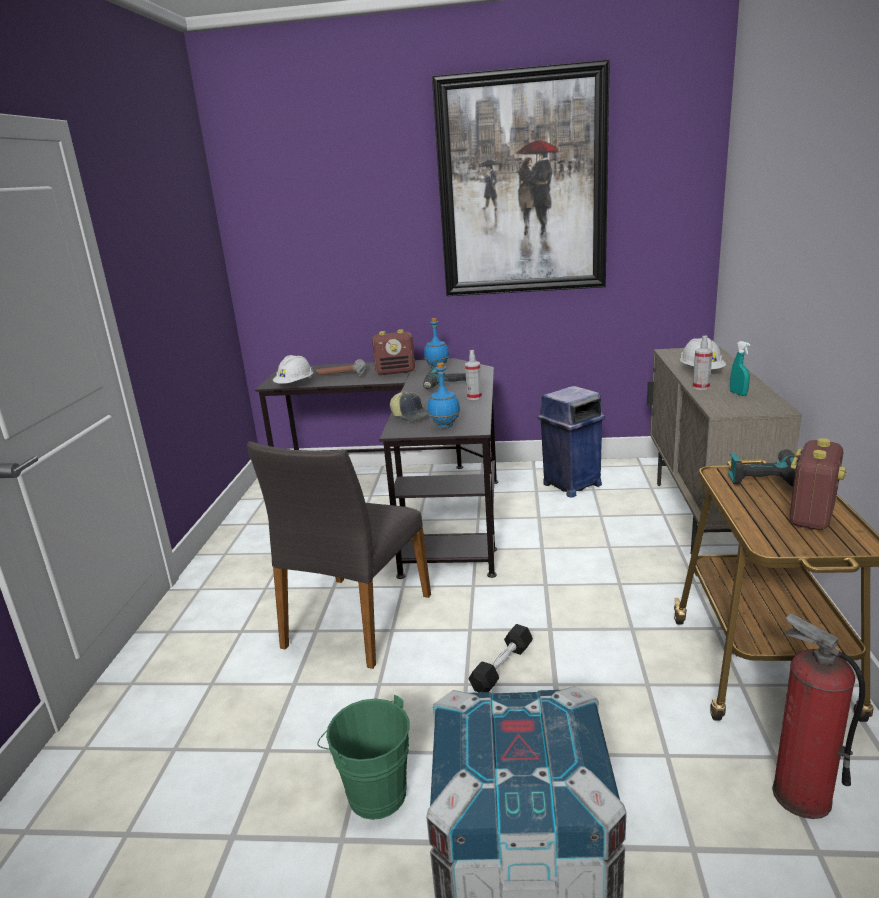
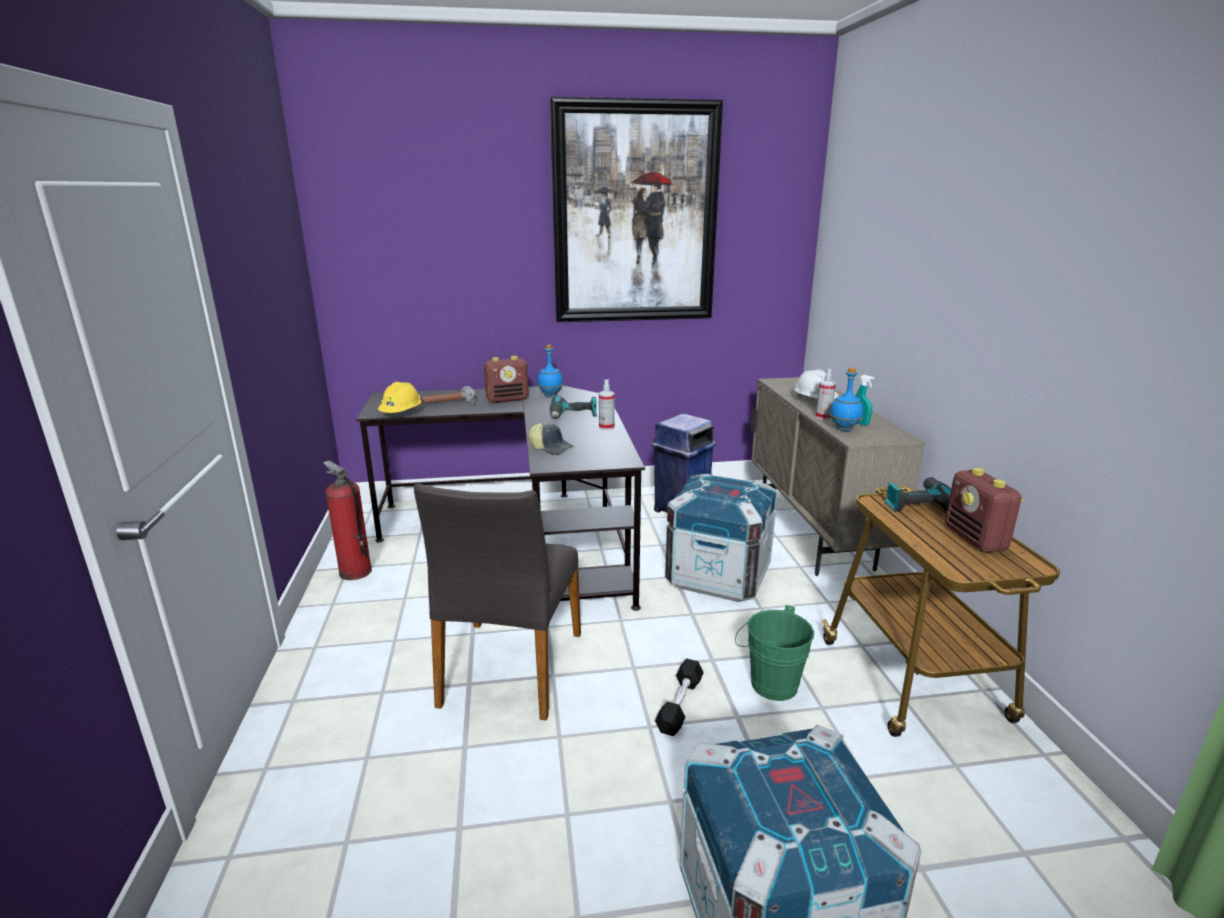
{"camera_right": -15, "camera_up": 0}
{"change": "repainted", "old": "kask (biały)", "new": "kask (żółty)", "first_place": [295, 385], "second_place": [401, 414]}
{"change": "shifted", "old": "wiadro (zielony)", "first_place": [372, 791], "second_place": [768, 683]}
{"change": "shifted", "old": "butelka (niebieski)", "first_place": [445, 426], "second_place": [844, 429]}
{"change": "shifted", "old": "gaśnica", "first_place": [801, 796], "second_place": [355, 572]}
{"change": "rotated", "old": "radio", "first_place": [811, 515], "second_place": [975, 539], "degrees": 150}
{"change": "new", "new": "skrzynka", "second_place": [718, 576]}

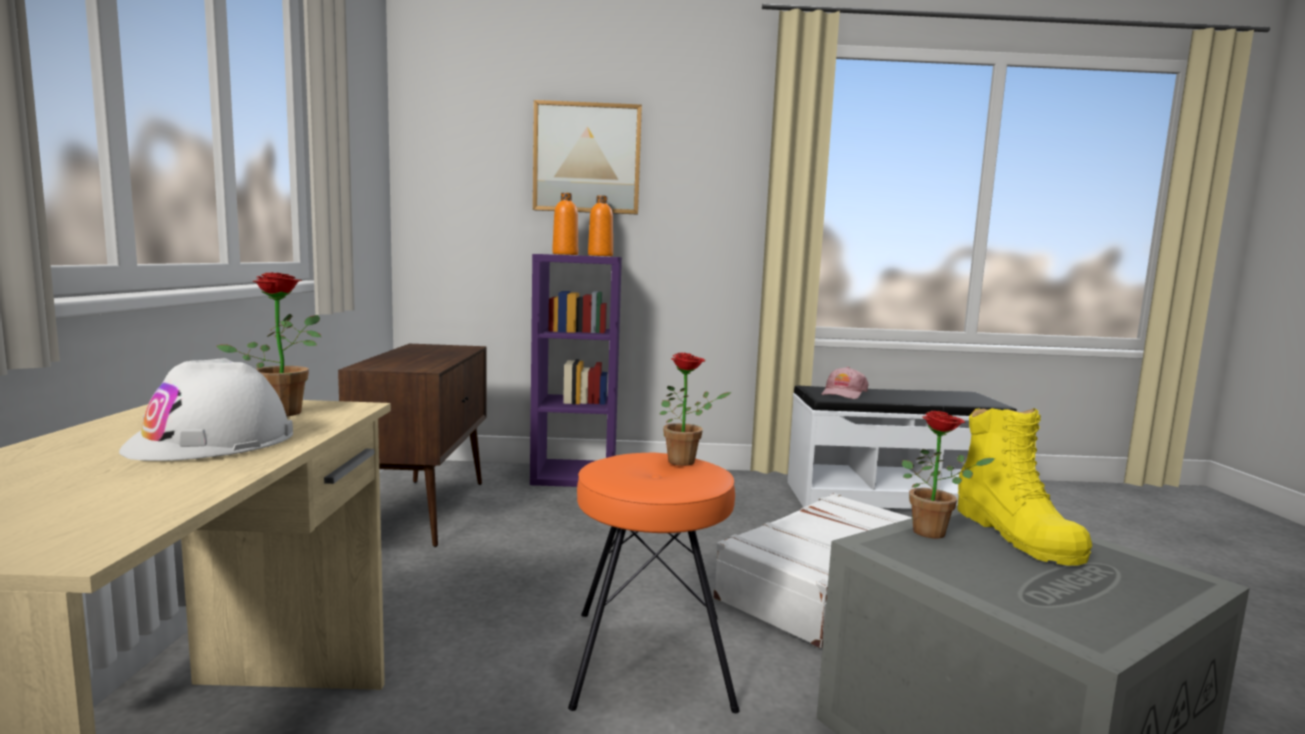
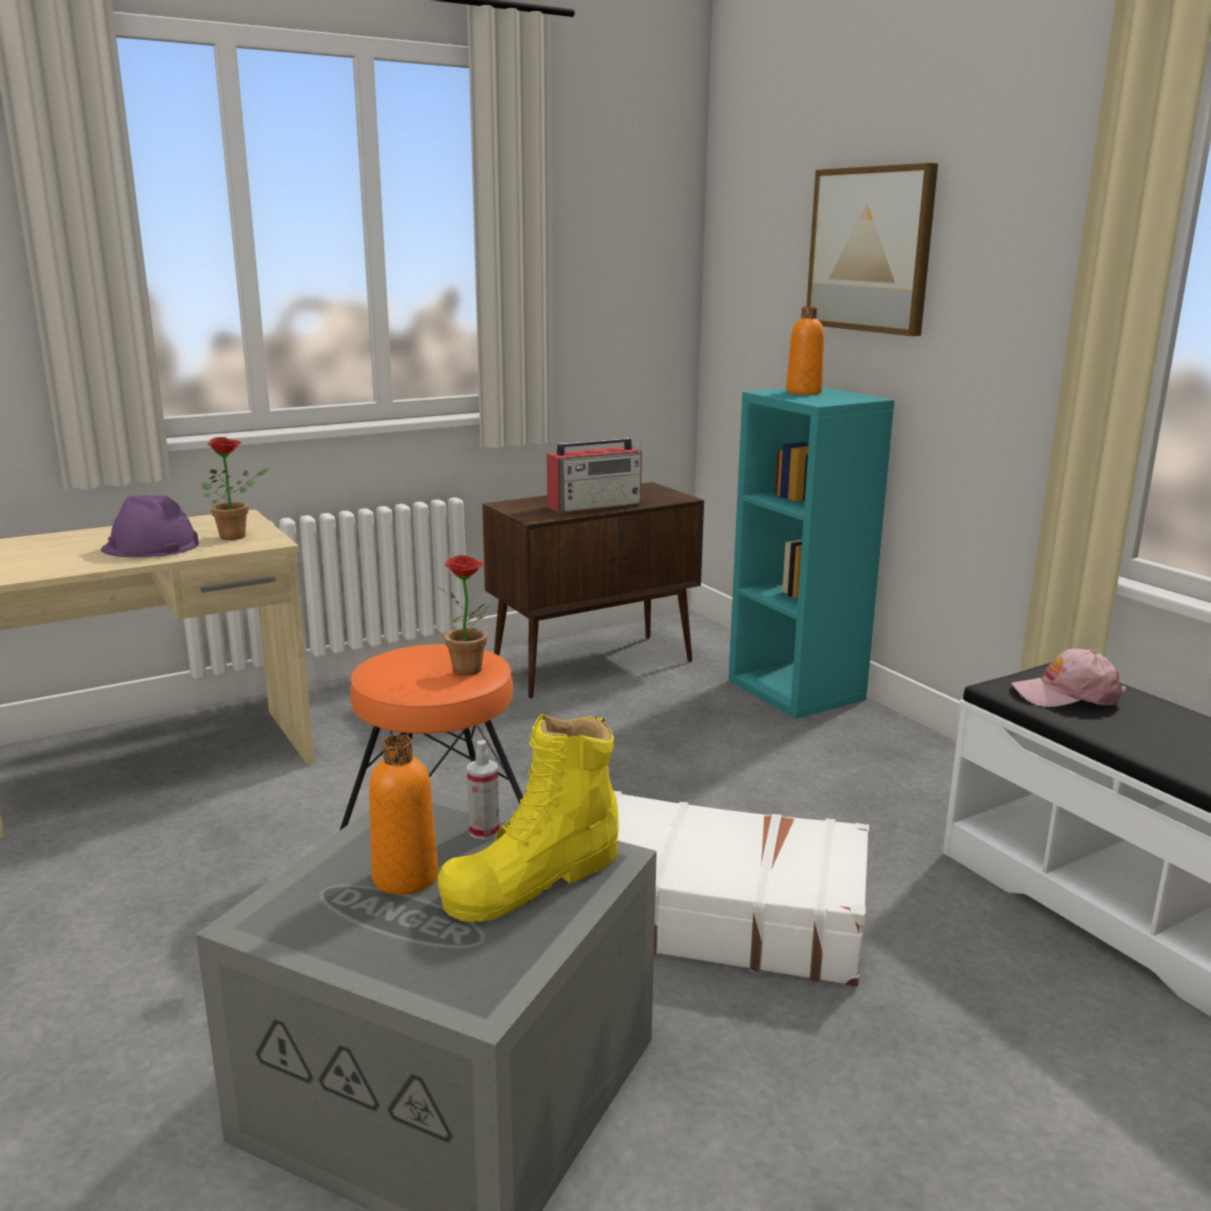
{"camera_right": 60, "camera_up": 10}
{"change": "repainted", "old": "kask (biały)", "new": "kask (fioletowy)", "first_place": [212, 441], "second_place": [150, 546]}
{"change": "repainted", "old": "regał (fioletowy)", "new": "regał (turkusowy)", "first_place": [575, 475], "second_place": [797, 690]}
{"change": "shifted", "old": "butelka (pomarańczowy)", "first_place": [600, 255], "second_place": [405, 877]}
{"change": "swapped", "old": "roślina doniczkowa", "new": "spryskiwacz", "first_place": [935, 532], "second_place": [484, 831]}
{"change": "new", "new": "radio", "second_place": [596, 505]}

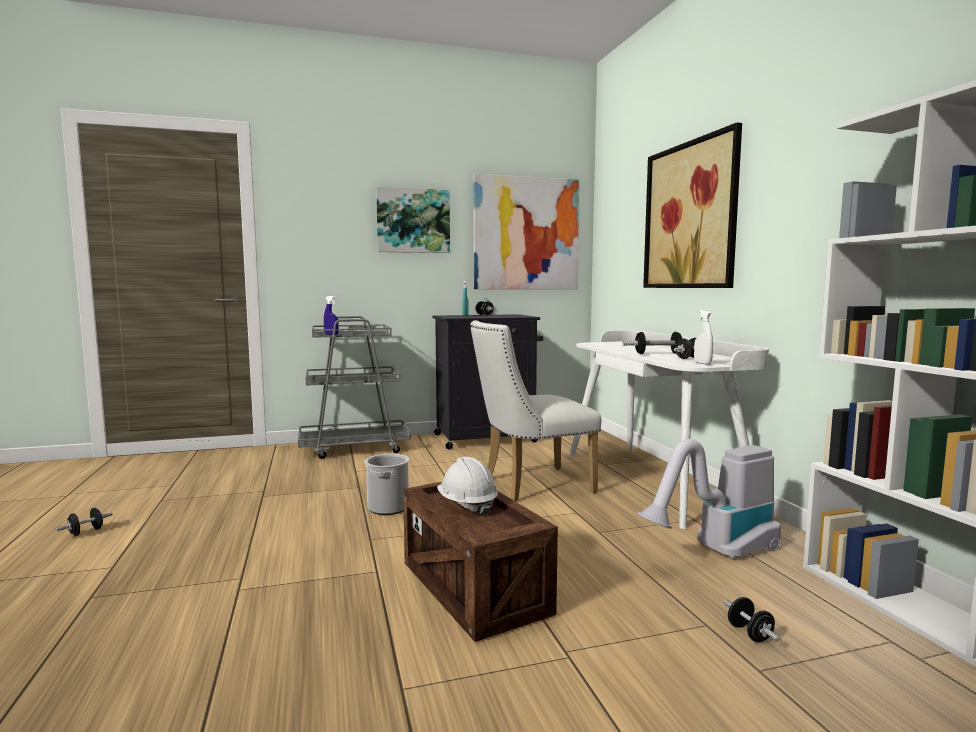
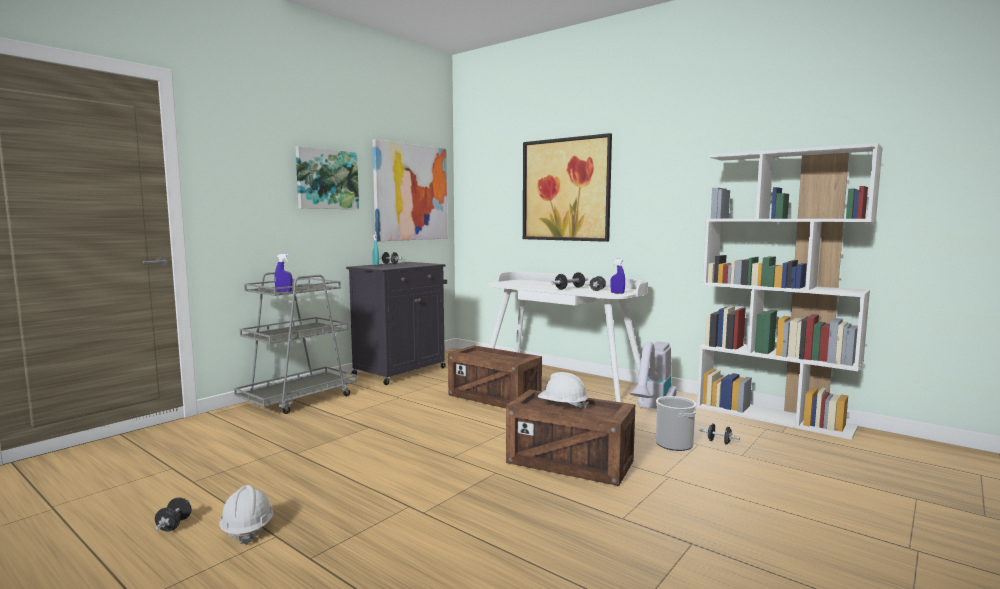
{"camera_right": -35, "camera_up": 0}
{"change": "shifted", "old": "wiadro", "first_place": [388, 507], "second_place": [674, 444]}
{"change": "swapped", "old": "krzesło (biały)", "new": "skrzynka", "first_place": [530, 485], "second_place": [494, 398]}
{"change": "repainted", "old": "spryskiwacz (biały)", "new": "spryskiwacz (niebieski)", "first_place": [702, 363], "second_place": [617, 293]}
{"change": "new", "new": "kask (biały)", "second_place": [247, 529]}

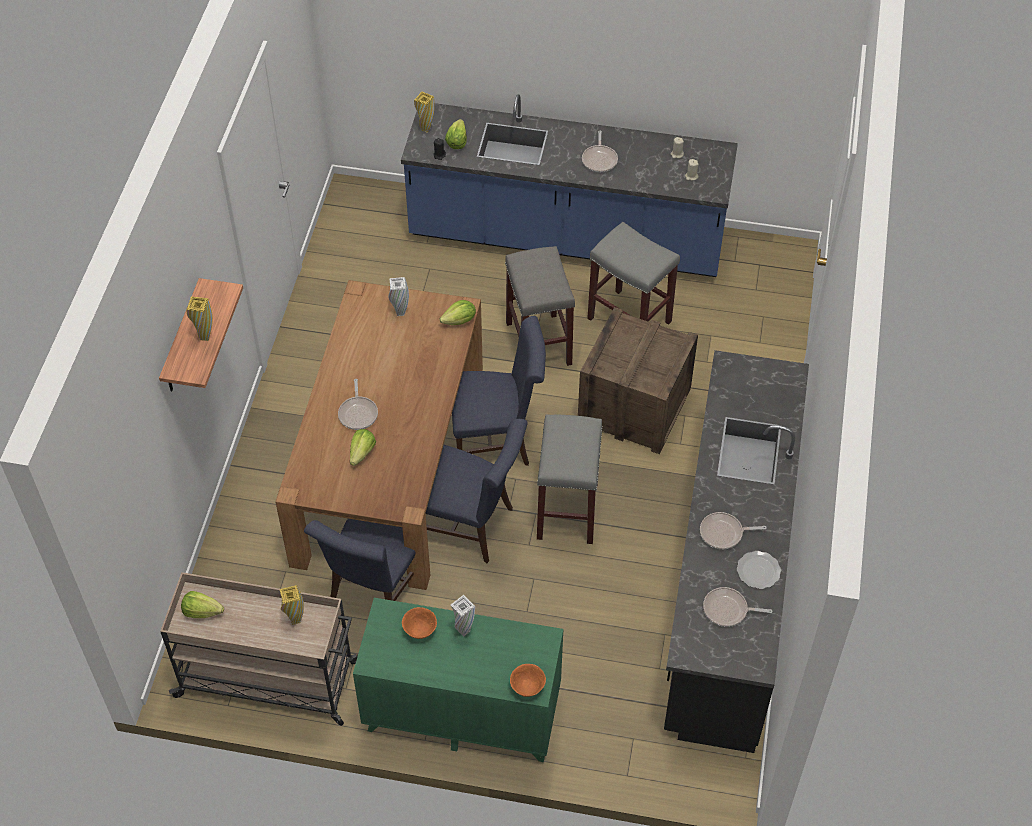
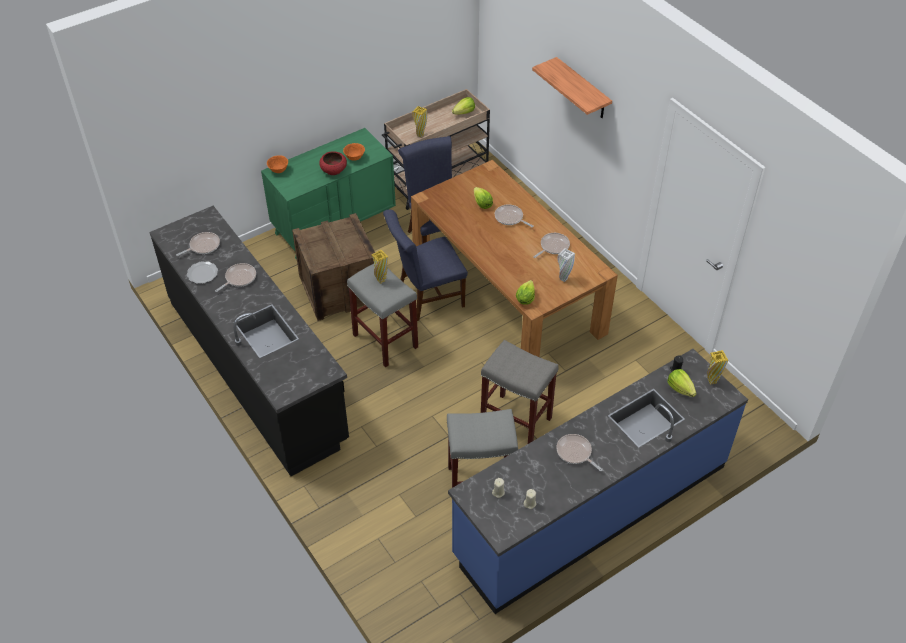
{"camera_right": 135, "camera_up": -5}
{"change": "shifted", "old": "wazon (żółty)", "first_place": [205, 337], "second_place": [381, 280]}
{"change": "swapped", "old": "wazon (biały)", "new": "miska (czerwony)", "first_place": [464, 631], "second_place": [334, 170]}
{"change": "gone", "old": "krzesło (niebieski)", "first_place": [497, 439]}
{"change": "shifted", "old": "skrzynka", "first_place": [634, 407], "second_place": [339, 289]}
{"change": "new", "new": "patelnia", "second_place": [553, 246]}

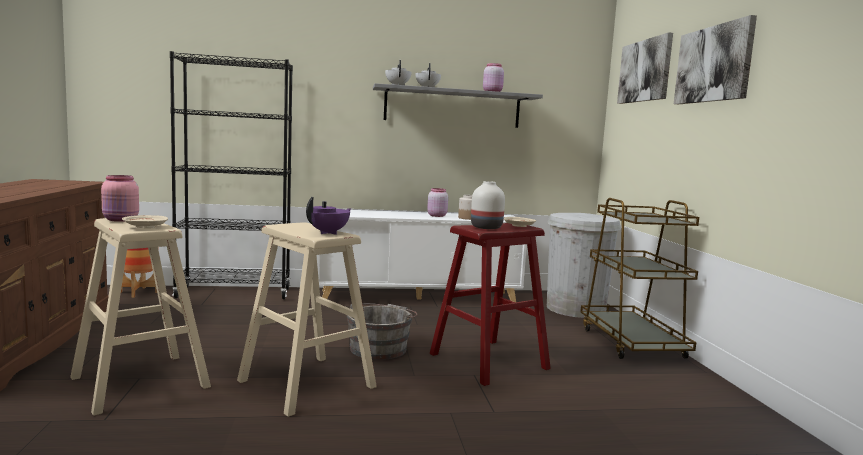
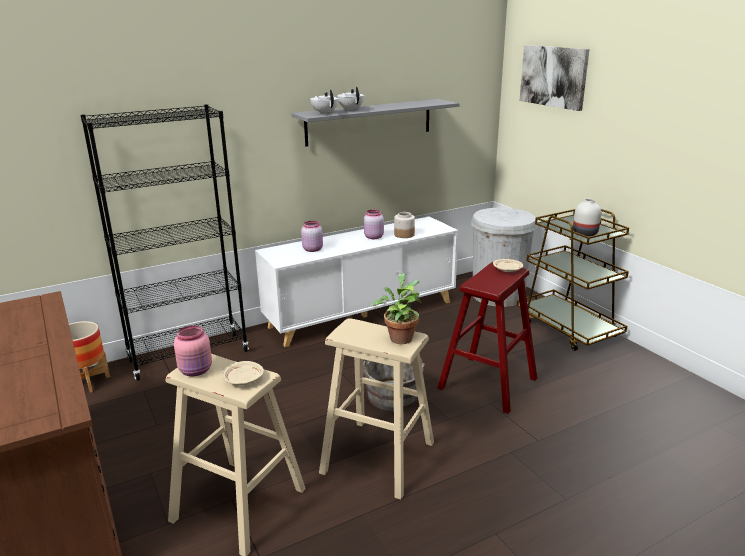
{"camera_right": -20, "camera_up": 15}
{"change": "swapped", "old": "imbryk (fioletowy)", "new": "roślina doniczkowa", "first_place": [329, 233], "second_place": [400, 337]}
{"change": "shifted", "old": "wazon (biały)", "first_place": [487, 227], "second_place": [585, 233]}
{"change": "shifted", "old": "słoik (różowy)", "first_place": [492, 92], "second_place": [313, 249]}
{"change": "gone", "old": "obraz", "first_place": [713, 64]}

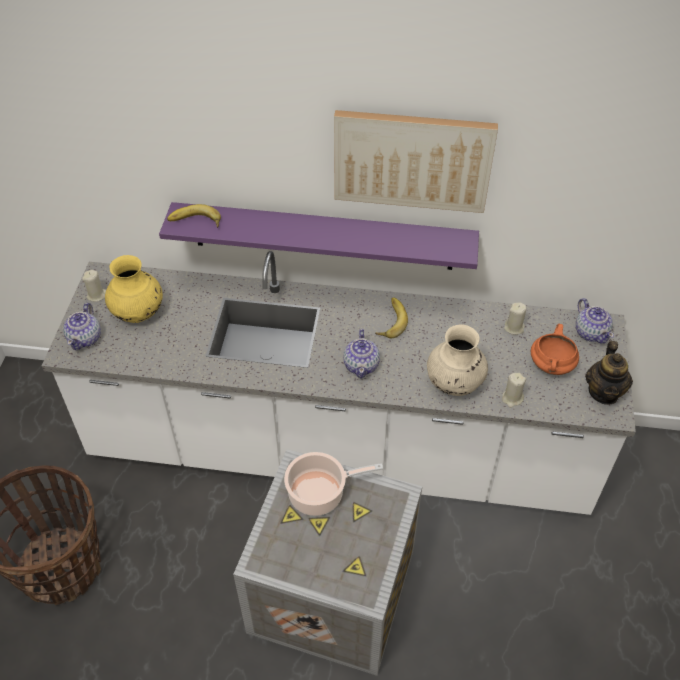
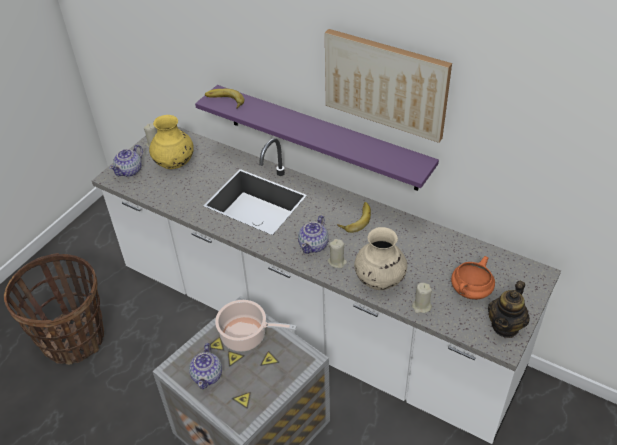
{"camera_right": 25, "camera_up": -5}
{"change": "shifted", "old": "świeca (beżowy)", "first_place": [514, 328], "second_place": [337, 262]}
{"change": "shifted", "old": "imbryk", "first_place": [591, 332], "second_place": [207, 375]}

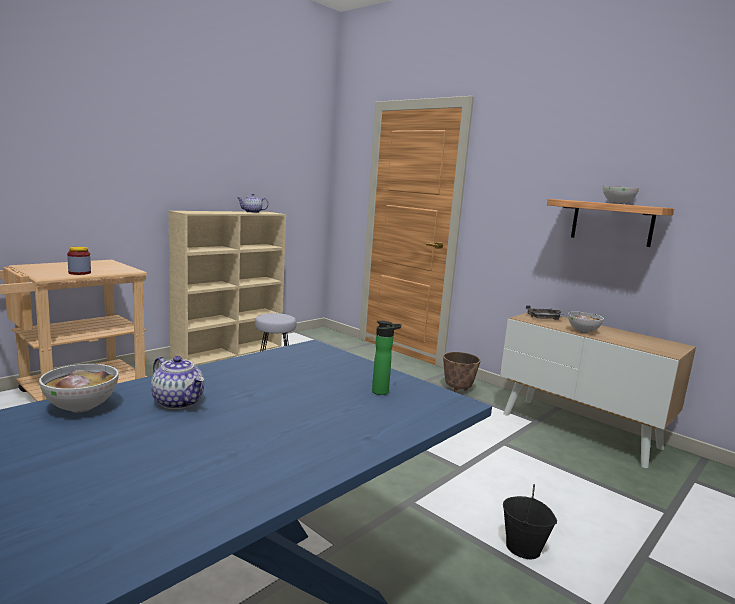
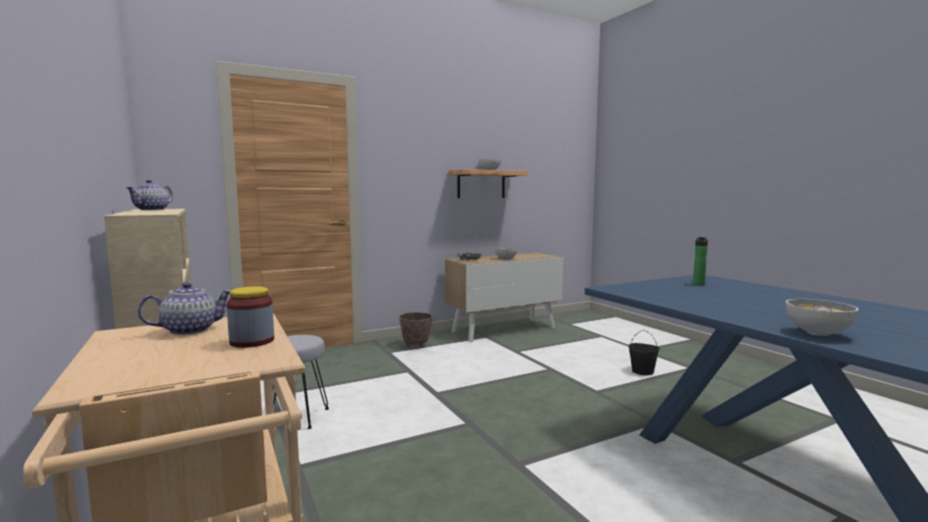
{"camera_right": -70, "camera_up": -5}
{"change": "shifted", "old": "imbryk", "first_place": [179, 402], "second_place": [190, 330]}

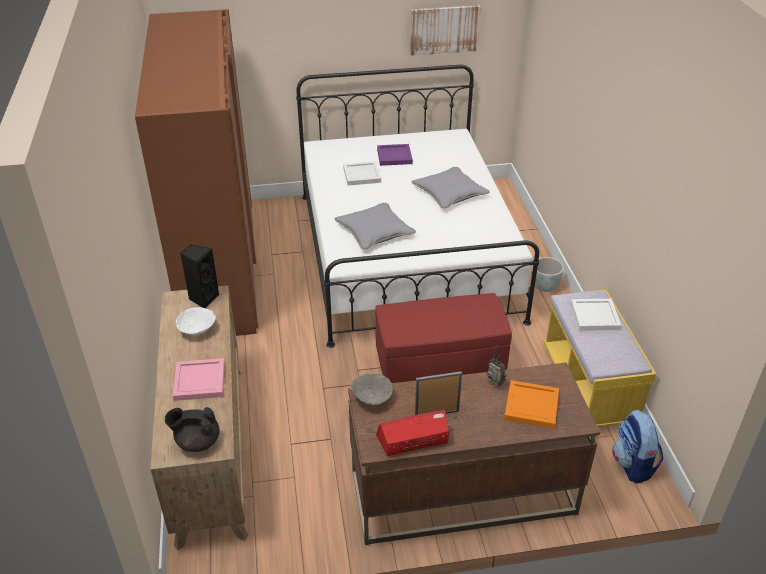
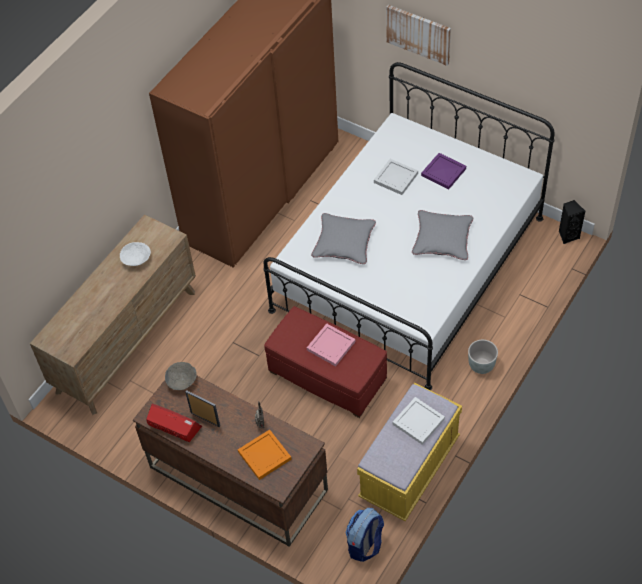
{"camera_right": 45, "camera_up": 15}
{"change": "gone", "old": "imbryk (czarny)", "first_place": [197, 441]}
{"change": "shifted", "old": "taca (różowy)", "first_place": [199, 381], "second_place": [331, 345]}
{"change": "shifted", "old": "głośnik (czarny)", "first_place": [203, 298], "second_place": [568, 235]}
{"change": "shifted", "old": "obraz", "first_place": [444, 29], "second_place": [418, 34]}

